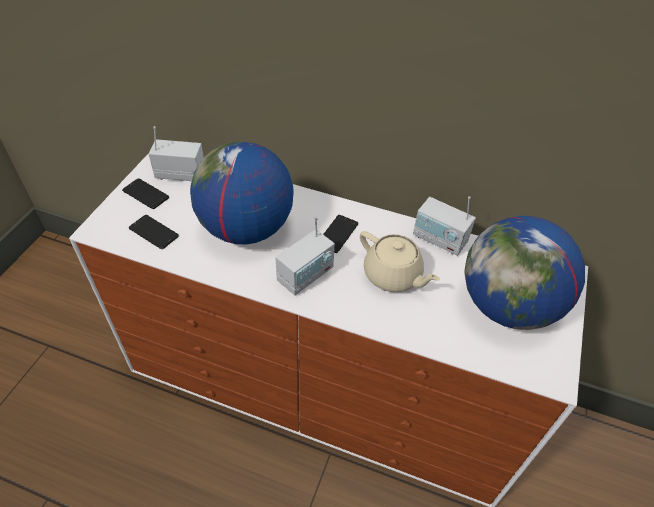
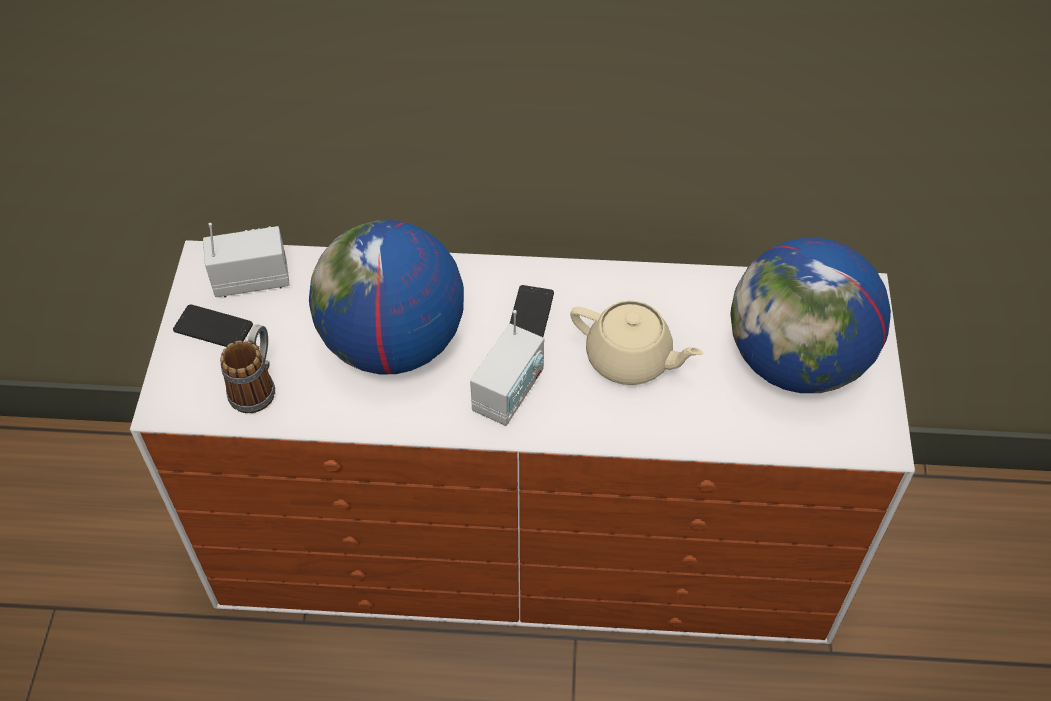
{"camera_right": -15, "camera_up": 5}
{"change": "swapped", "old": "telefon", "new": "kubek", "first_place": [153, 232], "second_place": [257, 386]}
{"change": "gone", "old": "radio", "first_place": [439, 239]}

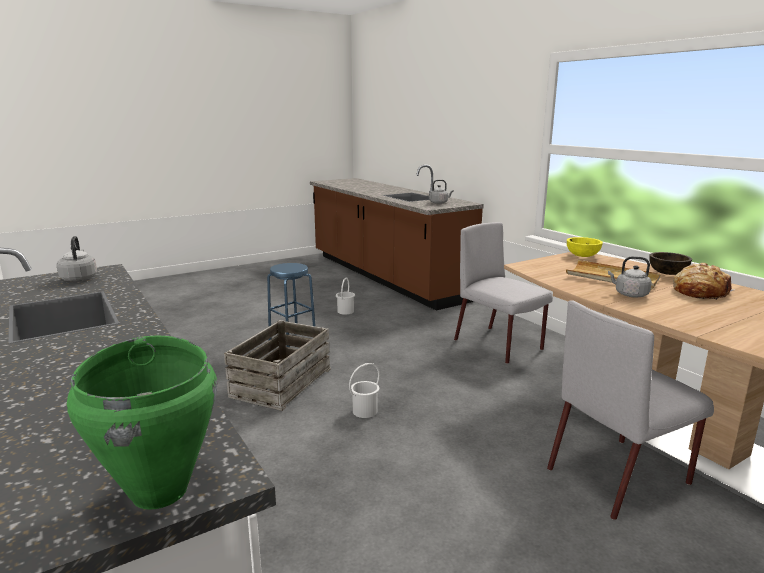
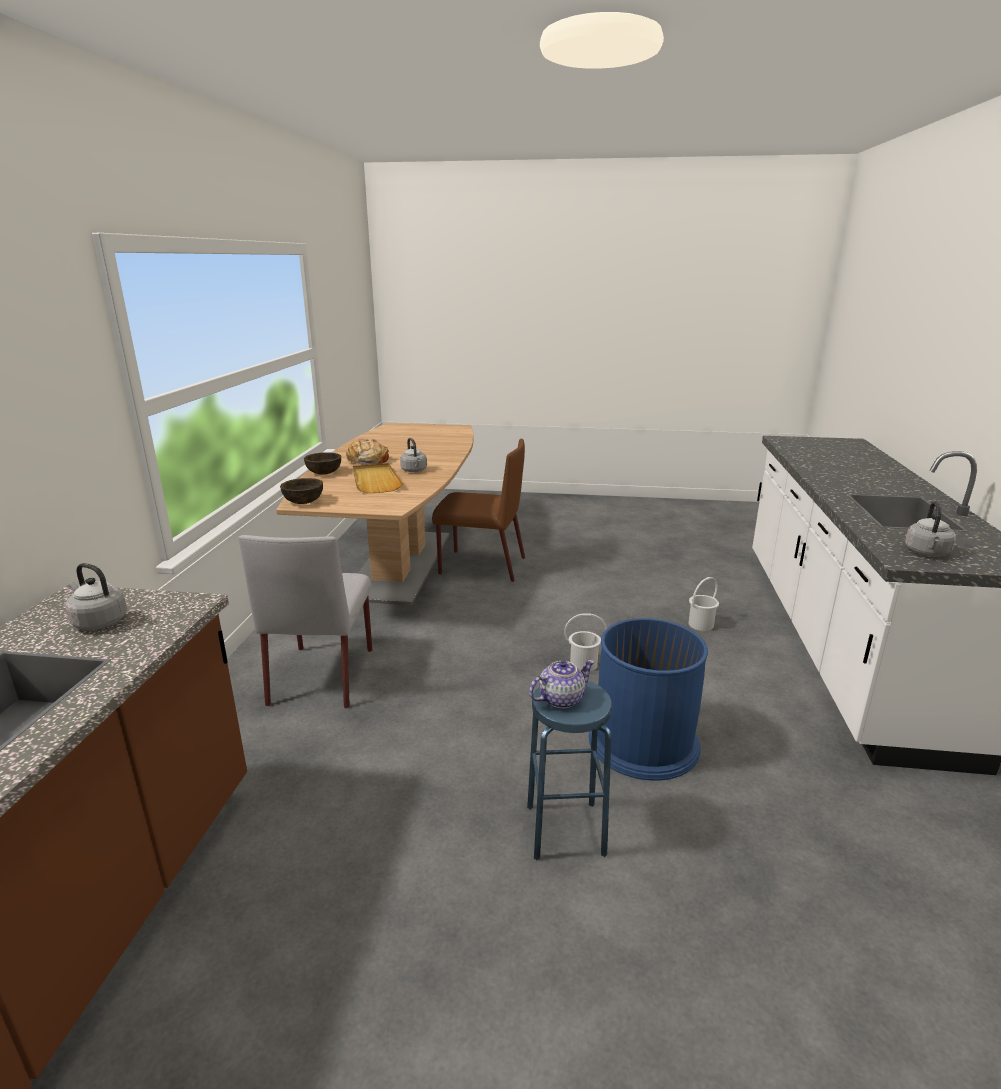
{"camera_right": -140, "camera_up": 5}
{"change": "gone", "old": "garnek (zielony)", "first_place": [161, 491]}
{"change": "swapped", "old": "skrzynka", "new": "kosz na śmieci (niebieski)", "first_place": [281, 382], "second_place": [643, 742]}
{"change": "shifted", "old": "wiadro (biały)", "first_place": [346, 311], "second_place": [700, 624]}
{"change": "repainted", "old": "krzesło (szary)", "new": "krzesło (brązowy)", "first_place": [619, 475], "second_place": [481, 566]}
{"change": "repainted", "old": "miska (żółty)", "new": "miska (brązowy)", "first_place": [583, 256], "second_place": [303, 502]}
{"change": "new", "new": "imbryk", "second_place": [560, 699]}

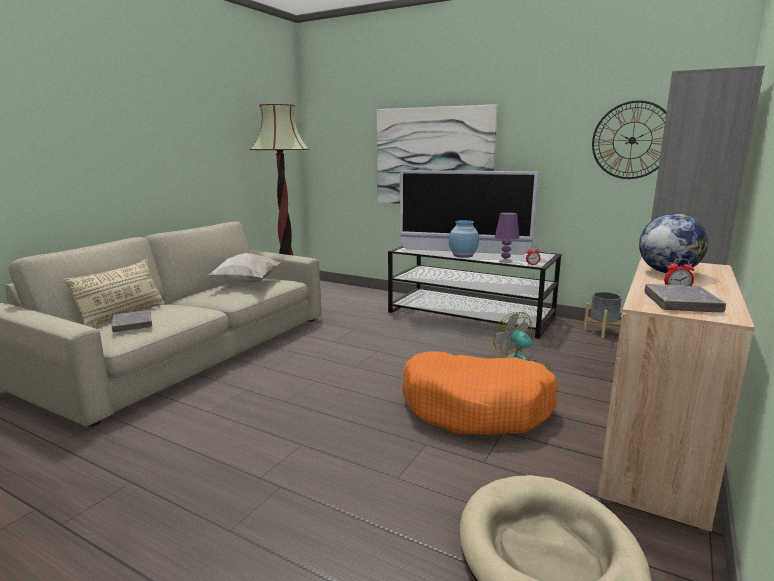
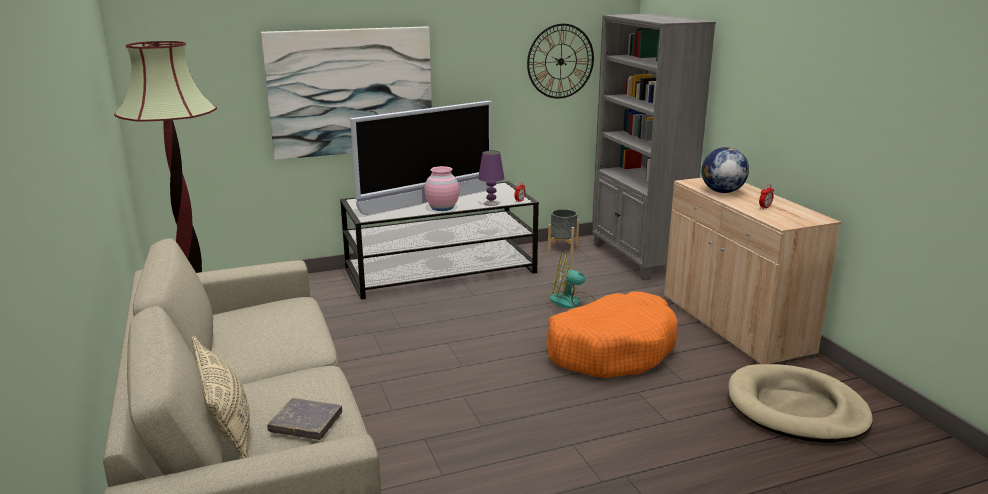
{"camera_right": -50, "camera_up": 5}
{"change": "gone", "old": "poduszka (biały)", "first_place": [246, 283]}
{"change": "repainted", "old": "wazon (niebieski)", "new": "wazon (różowy)", "first_place": [463, 255], "second_place": [442, 207]}
{"change": "gone", "old": "książka (szary)", "first_place": [681, 303]}

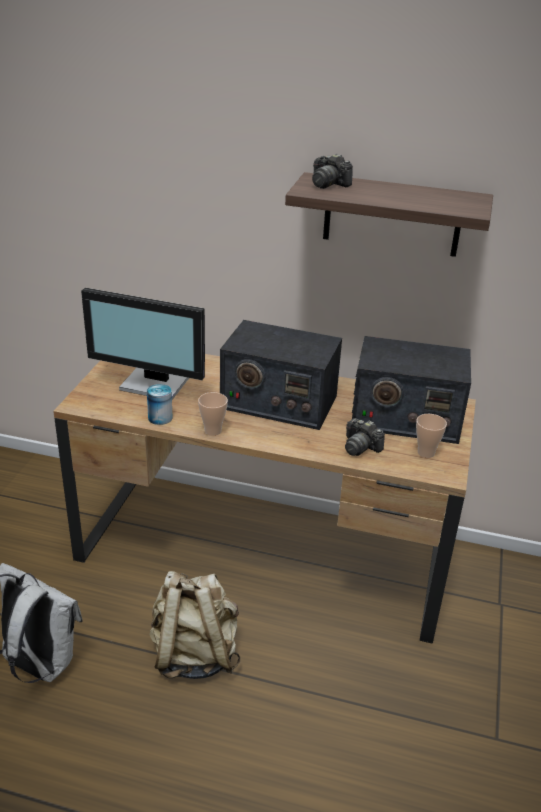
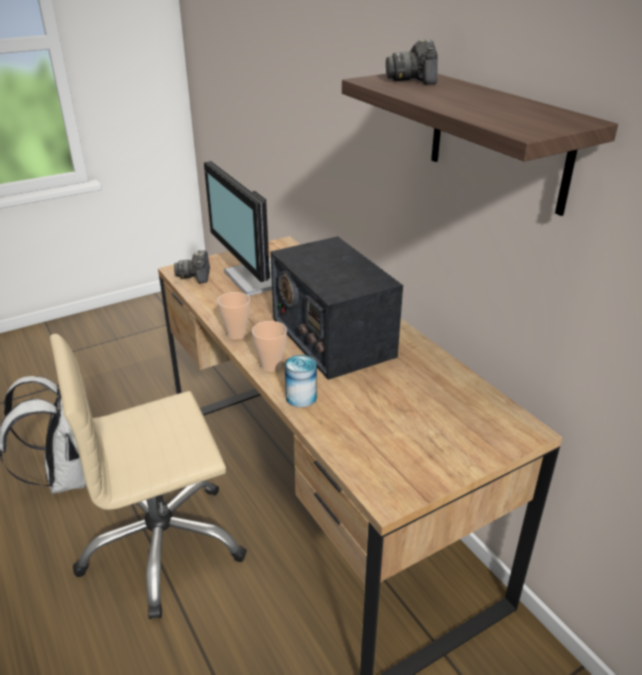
{"camera_right": 45, "camera_up": 0}
{"change": "shifted", "old": "puszka", "first_place": [160, 418], "second_place": [301, 397]}
{"change": "swapped", "old": "plecak (beżowy)", "new": "krzesło biurowe (beżowy)", "first_place": [194, 654], "second_place": [163, 545]}
{"change": "shifted", "old": "aparat fotograficzny", "first_place": [360, 447], "second_place": [196, 276]}
{"change": "gone", "old": "radio", "first_place": [405, 417]}
{"change": "shifted", "old": "filiżanka", "first_place": [426, 453], "second_place": [271, 366]}

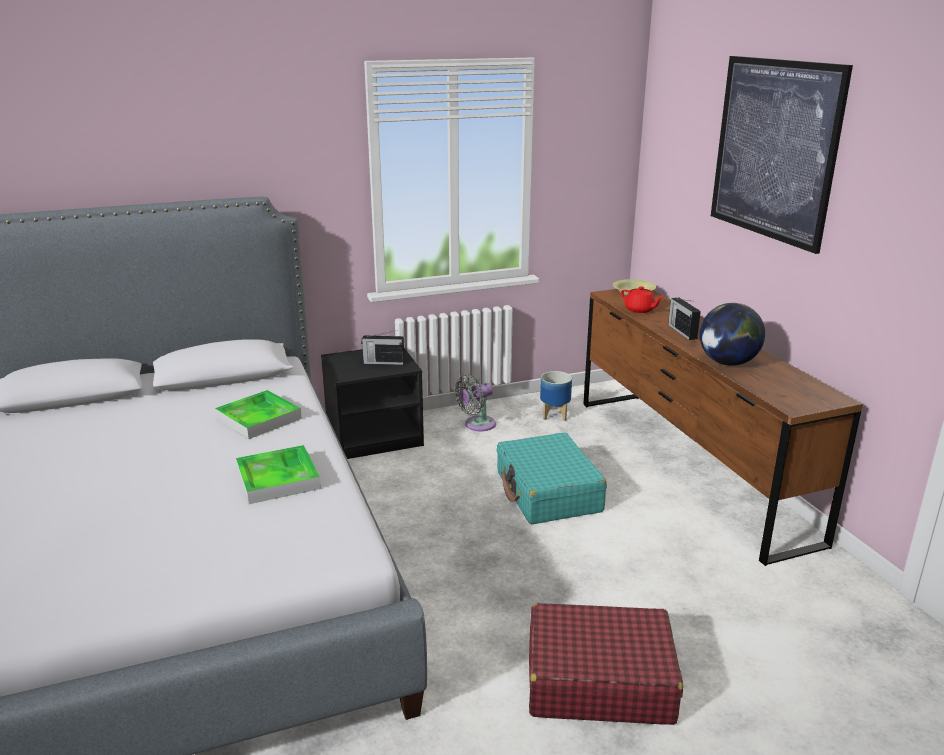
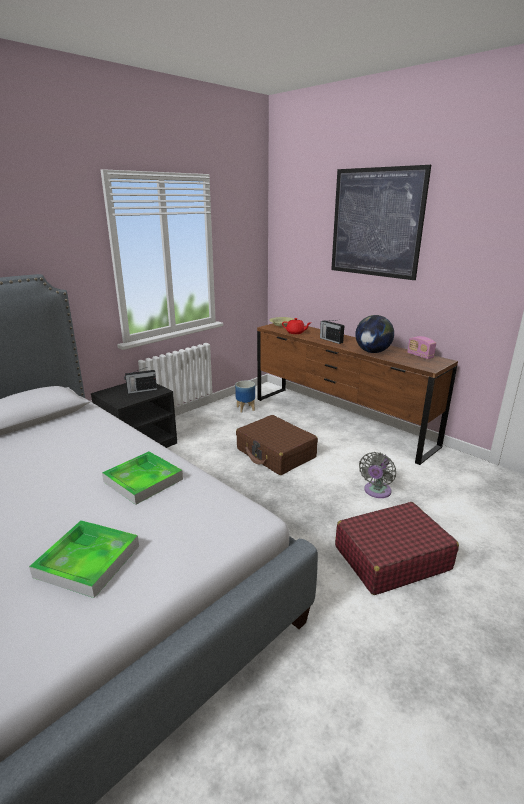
{"camera_right": -25, "camera_up": 0}
{"change": "shifted", "old": "taca", "first_place": [259, 418], "second_place": [88, 561]}
{"change": "shifted", "old": "wentylator (szary)", "first_place": [477, 425], "second_place": [376, 492]}
{"change": "repainted", "old": "walizka (turkusowy)", "new": "walizka (brązowy)", "first_place": [548, 492], "second_place": [276, 454]}
{"change": "new", "new": "radio", "second_place": [420, 356]}

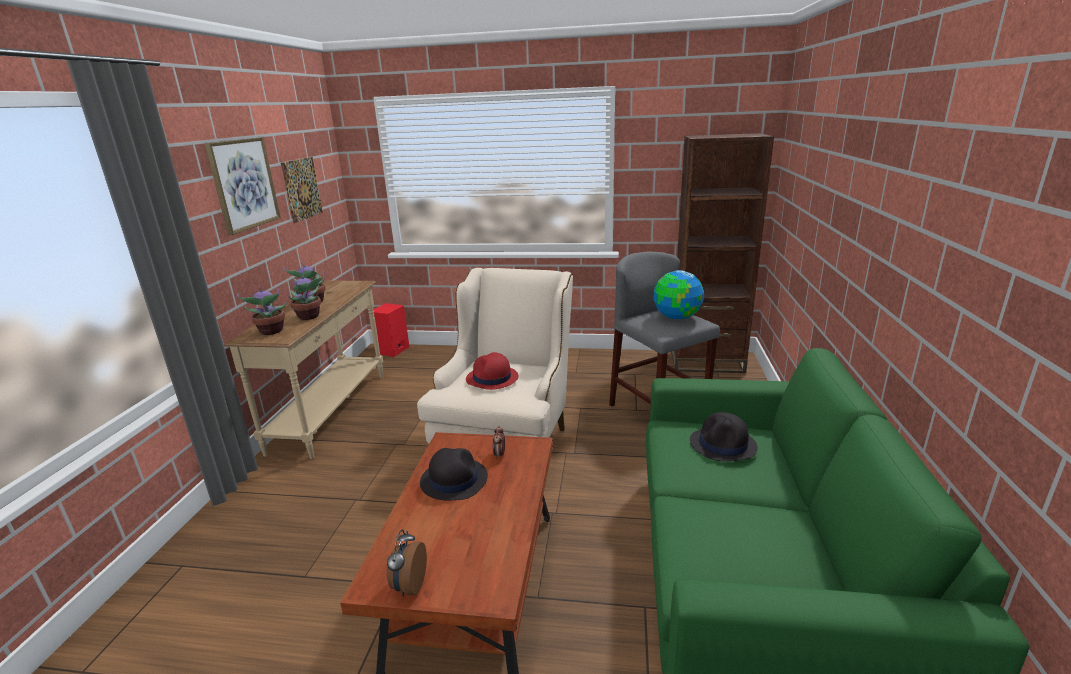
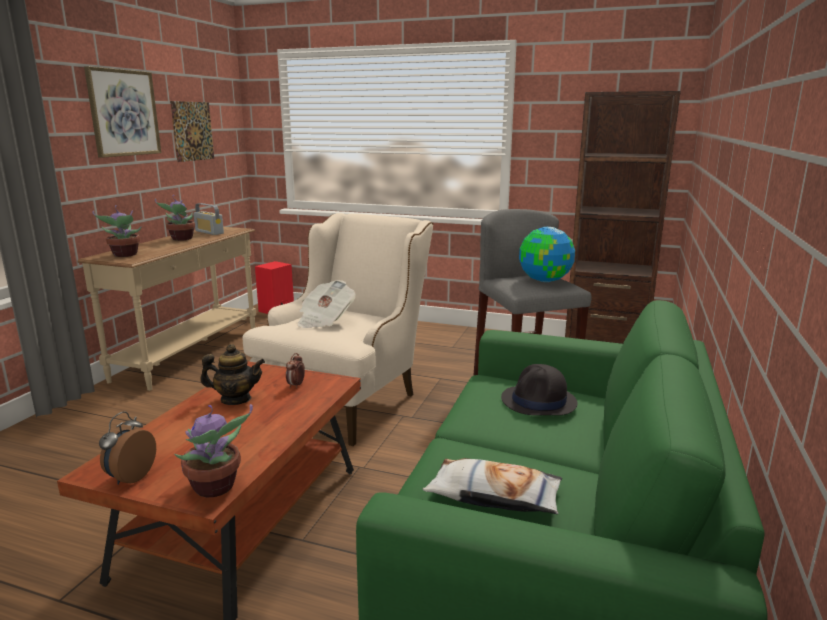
{"camera_right": 10, "camera_up": -5}
{"change": "shifted", "old": "roślina doniczkowa", "first_place": [309, 317], "second_place": [215, 487]}
{"change": "swapped", "old": "kapelusz (czarny)", "new": "imbryk", "first_place": [453, 479], "second_place": [235, 399]}
{"change": "swapped", "old": "kapelusz (czerwony)", "new": "gazeta", "first_place": [492, 379], "second_place": [324, 320]}
{"change": "new", "new": "radio", "second_place": [209, 232]}
{"change": "new", "new": "poduszka", "second_place": [494, 495]}

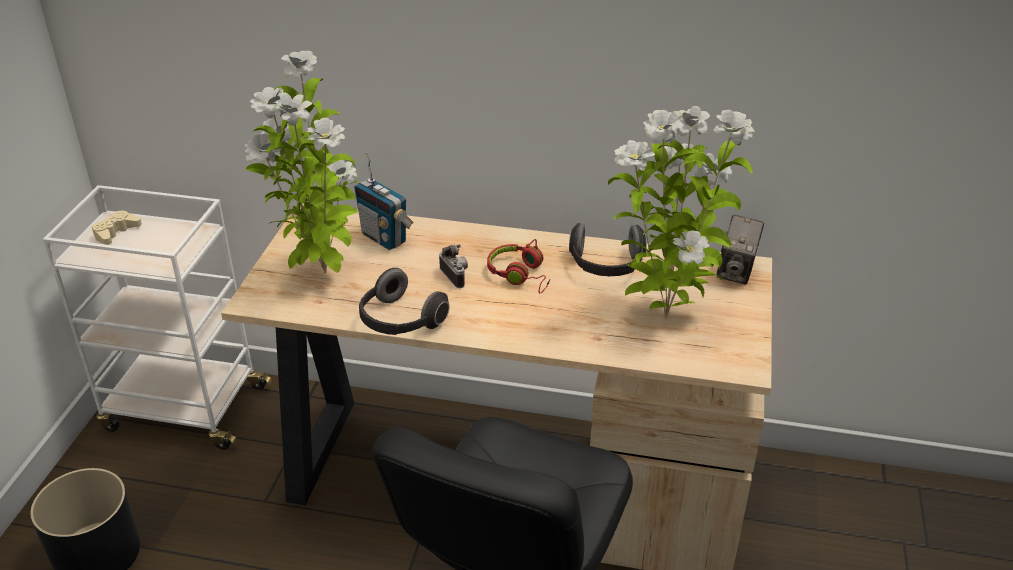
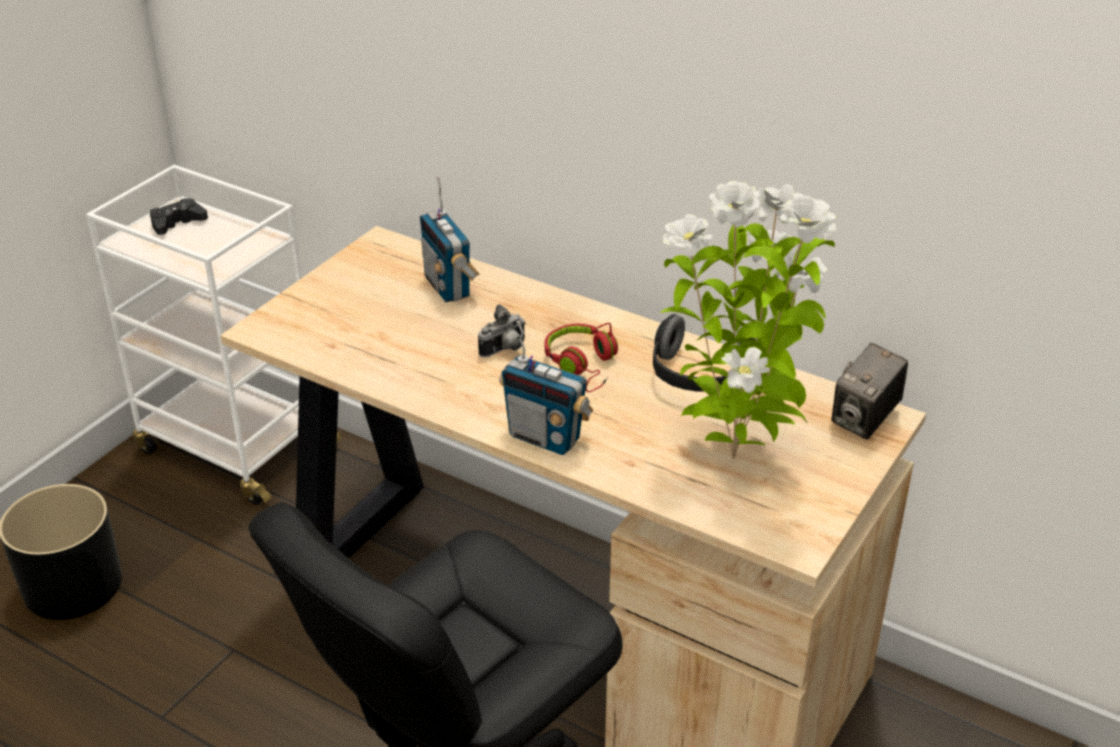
{"camera_right": 20, "camera_up": 0}
{"change": "repainted", "old": "pad do gier (beżowy)", "new": "pad do gier (czarny)", "first_place": [116, 232], "second_place": [177, 223]}
{"change": "gone", "old": "roślina doniczkowa", "first_place": [321, 273]}
{"change": "gone", "old": "słuchawki", "first_place": [399, 321]}
{"change": "rotated", "old": "aparat fotograficzny", "first_place": [456, 276], "second_place": [505, 350], "degrees": 60}
{"change": "new", "new": "radio", "second_place": [545, 438]}

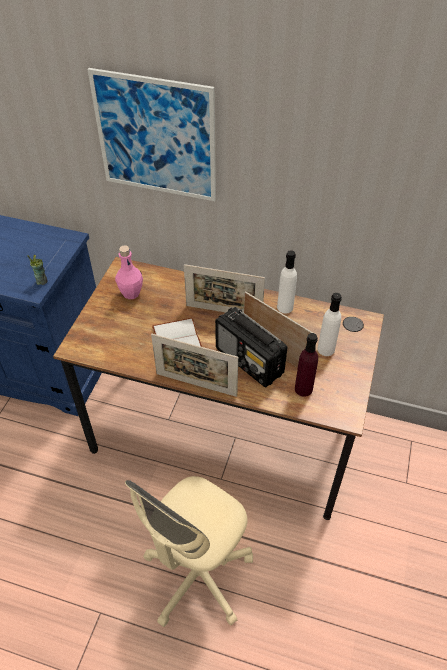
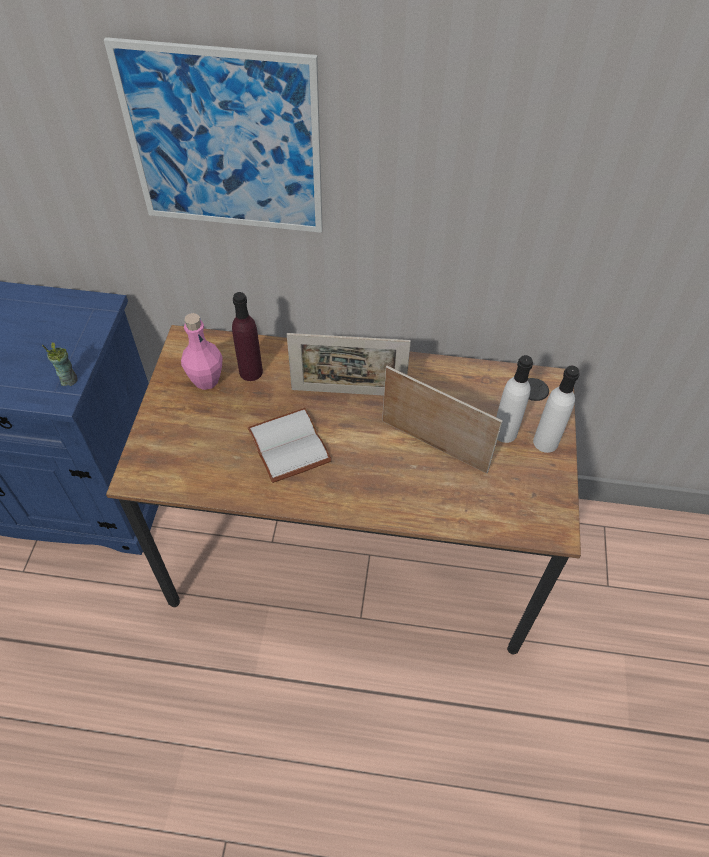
{"camera_right": -10, "camera_up": 5}
{"change": "gone", "old": "krzesło biurowe (beżowy)", "first_place": [198, 575]}
{"change": "gone", "old": "ramka na zdjęcie", "first_place": [196, 384]}
{"change": "gone", "old": "radio", "first_place": [249, 361]}
{"change": "shifted", "old": "butelka (biały)", "first_place": [285, 307], "second_place": [545, 442]}
{"change": "shifted", "old": "butelka (fioletowy)", "first_place": [303, 389], "second_place": [251, 372]}

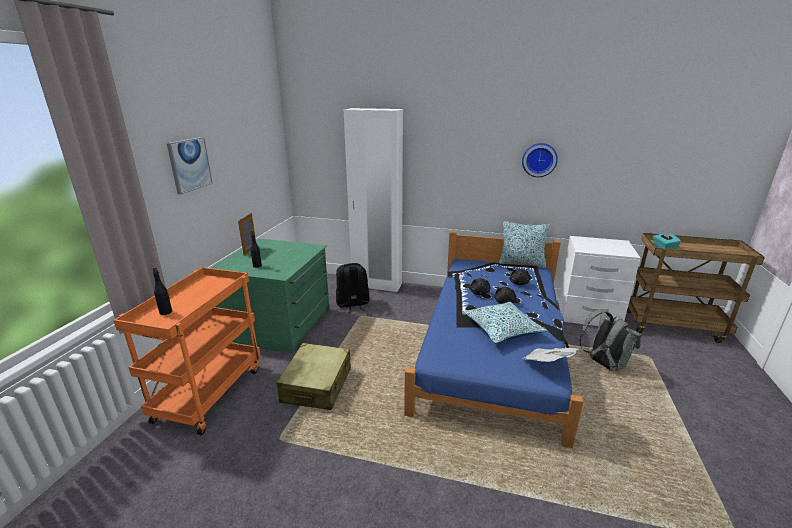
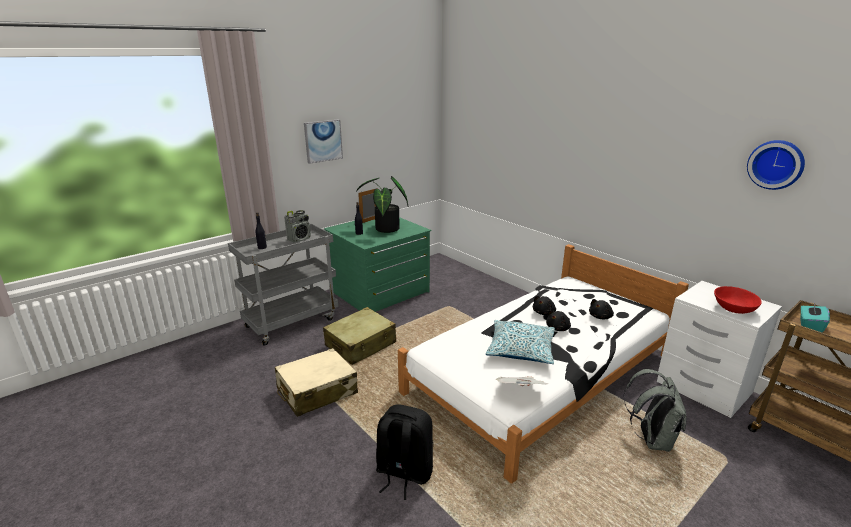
{"camera_right": 35, "camera_up": 0}
{"change": "repainted", "old": "wózek (pomarańczowy)", "new": "wózek (szary)", "first_place": [210, 392], "second_place": [292, 322]}
{"change": "shifted", "old": "plecak (czarny)", "first_place": [352, 304], "second_place": [403, 473]}
{"change": "gone", "old": "szafa (biały)", "first_place": [377, 285]}
{"change": "repainted", "old": "łóżko (niebieski)", "new": "łóżko (biały)", "first_place": [492, 346], "second_place": [542, 373]}
{"change": "gone", "old": "poduszka", "first_place": [521, 263]}
{"change": "shifted", "old": "zegar ścienny", "first_place": [539, 159], "second_place": [776, 164]}
{"change": "new", "new": "walizka (beżowy)", "second_place": [317, 391]}
{"change": "new", "new": "radio", "second_place": [299, 239]}
{"change": "new", "new": "roślina doniczkowa", "second_place": [385, 230]}
{"change": "new", "new": "miska (czerwony)", "second_place": [733, 309]}

